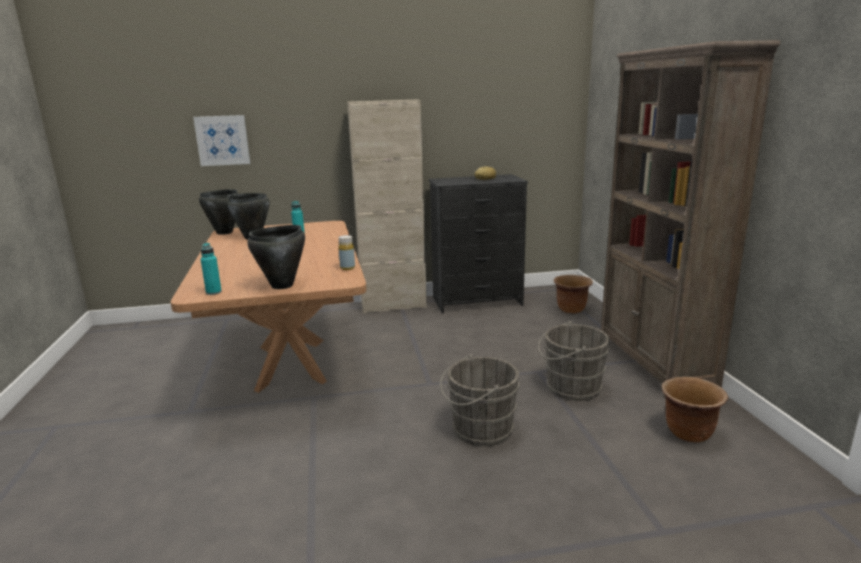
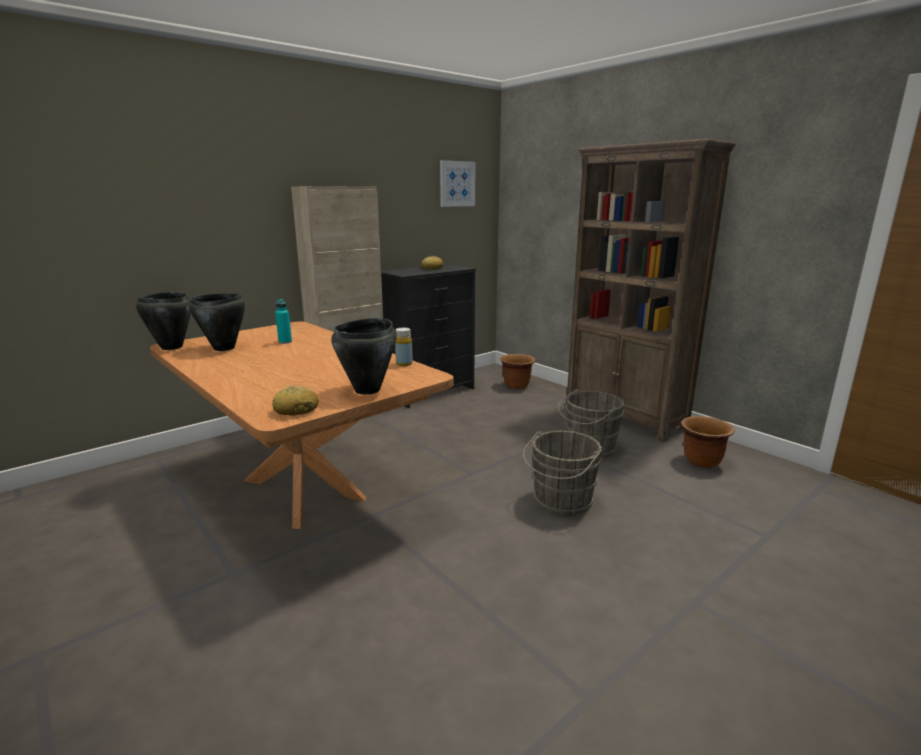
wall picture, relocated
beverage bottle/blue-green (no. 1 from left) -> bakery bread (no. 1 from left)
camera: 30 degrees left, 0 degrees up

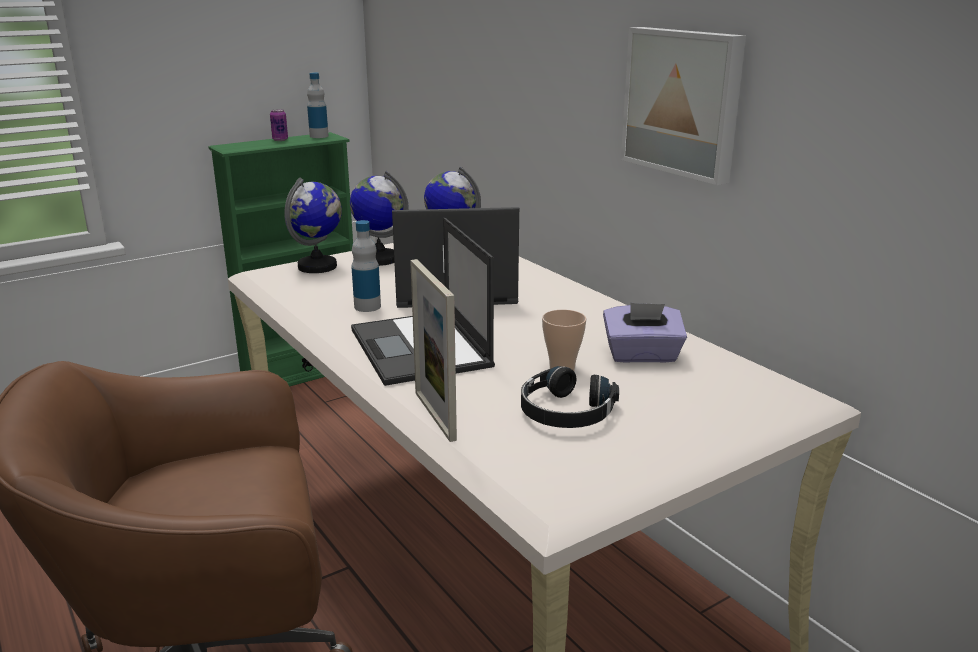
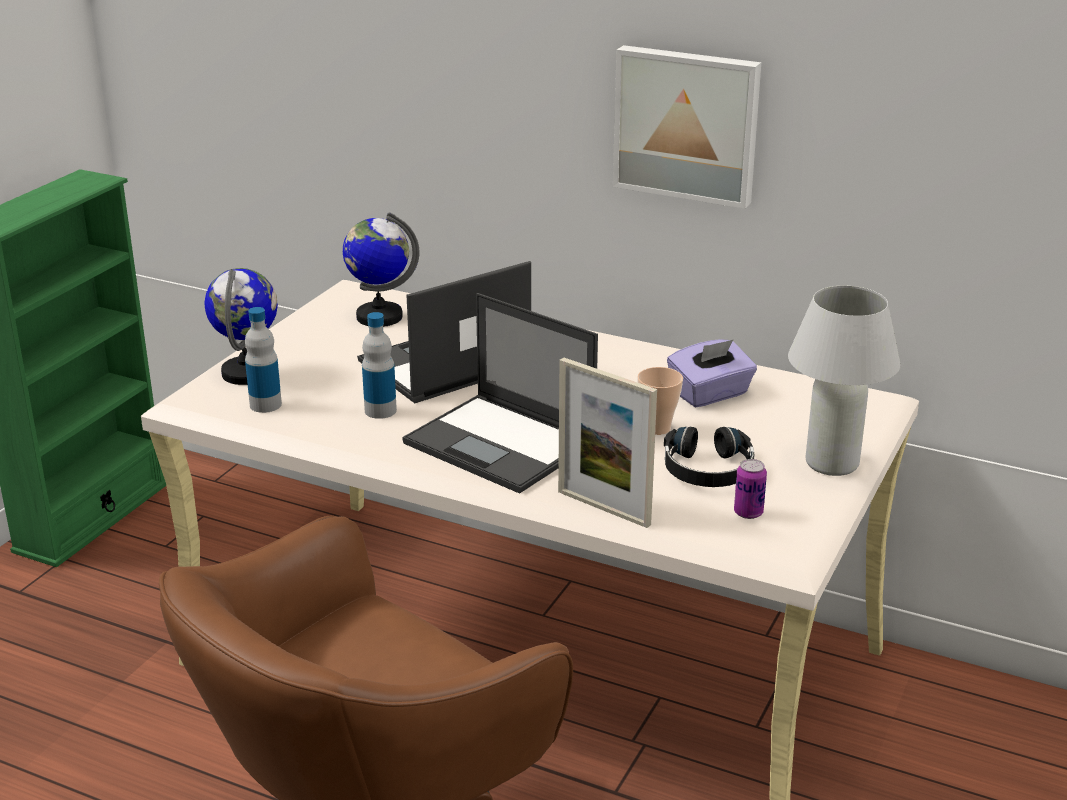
beverage bottle (no. 1 from left), relocated
can, relocated
desk globe (no. 2 from left) -> none
none -> lamp for a table/white-coloured
camera: 30 degrees left, 5 degrees up

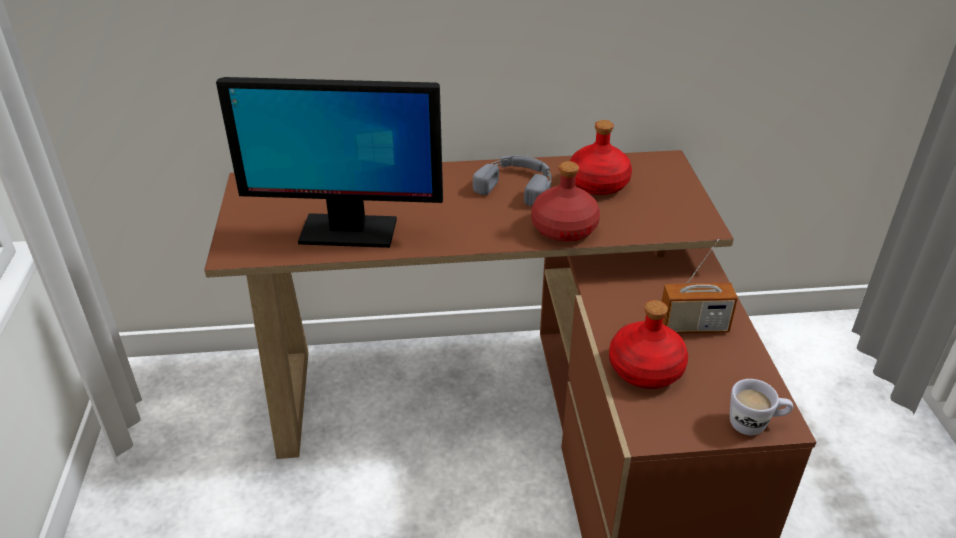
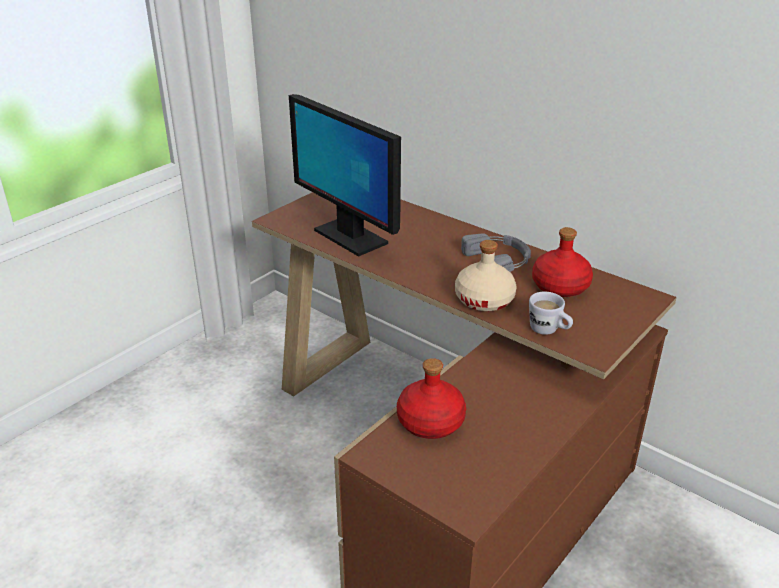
beverage bottle/reddish (no. 1 from left) -> beverage bottle/sand-coloured
radio set -> none
coffee mug/white-coloured, relocated
camera: 45 degrees right, 5 degrees down

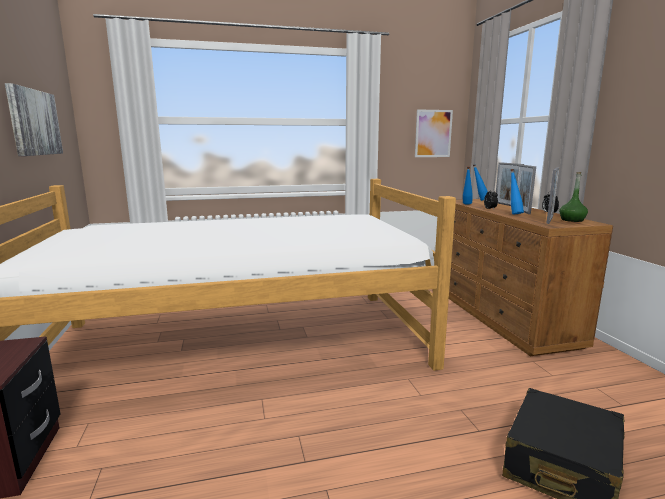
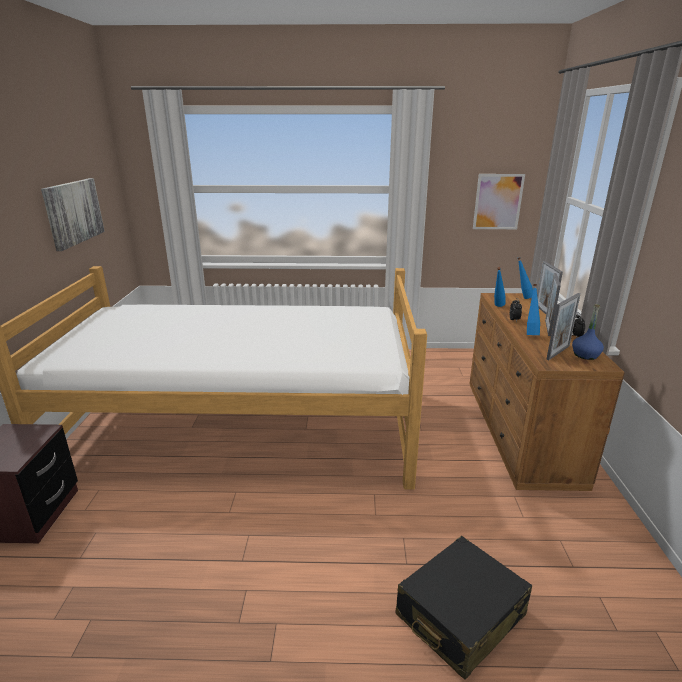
beverage bottle/greenish -> beverage bottle/bluish (no. 4 from left)
camera: 15 degrees right, 10 degrees up

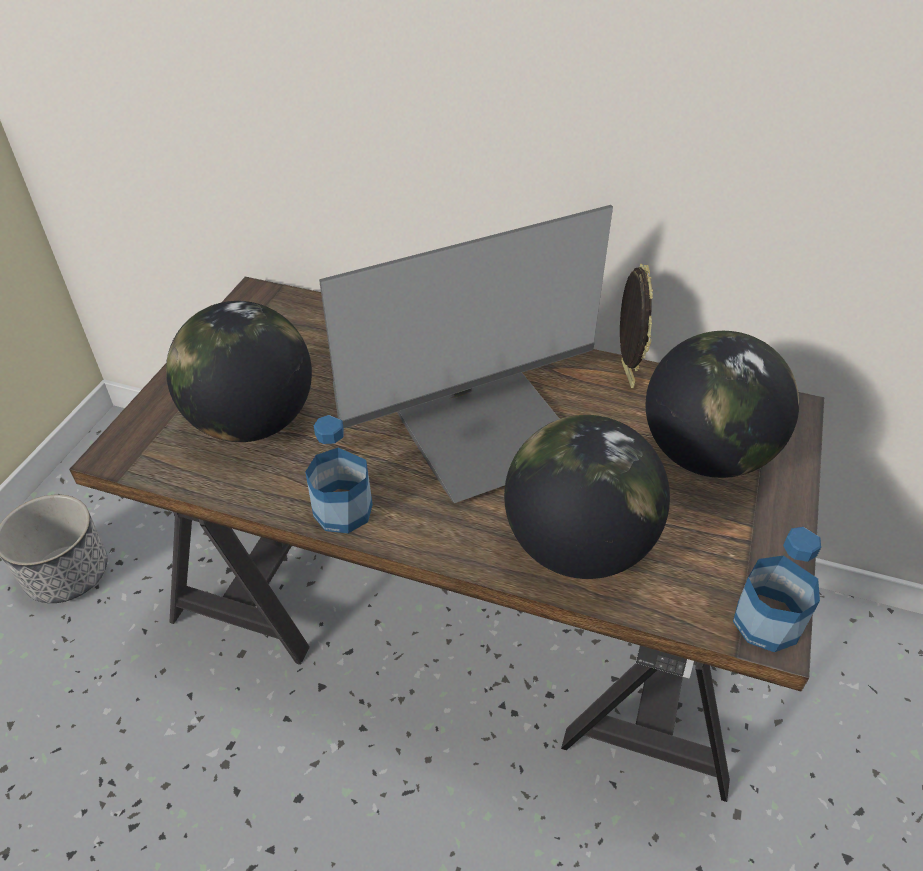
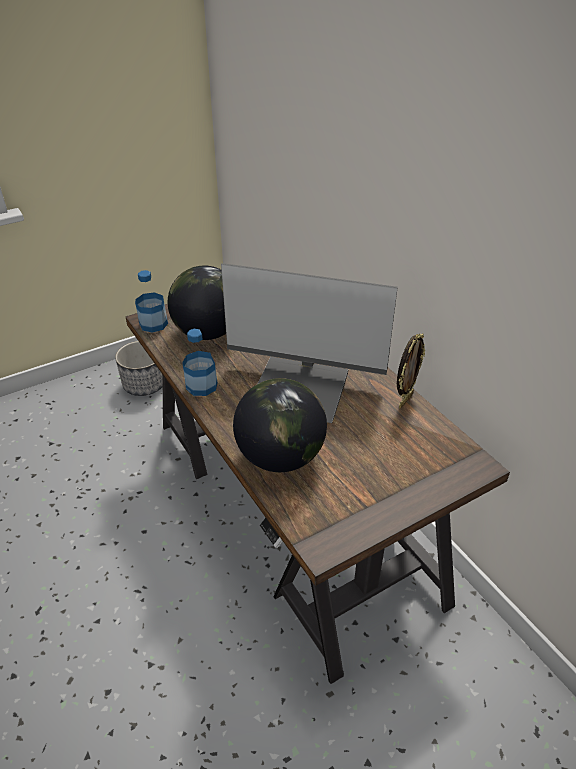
desk globe (no. 3 from left) -> none
beverage bottle (no. 2 from left in the first image) -> beverage bottle (no. 1 from left), relocated
camera: 40 degrees right, 5 degrees down

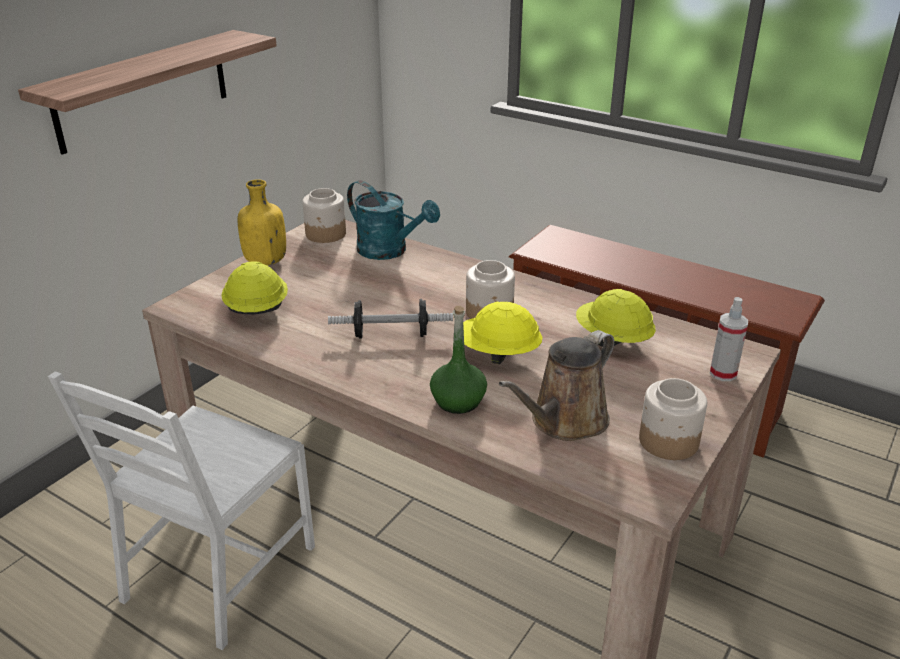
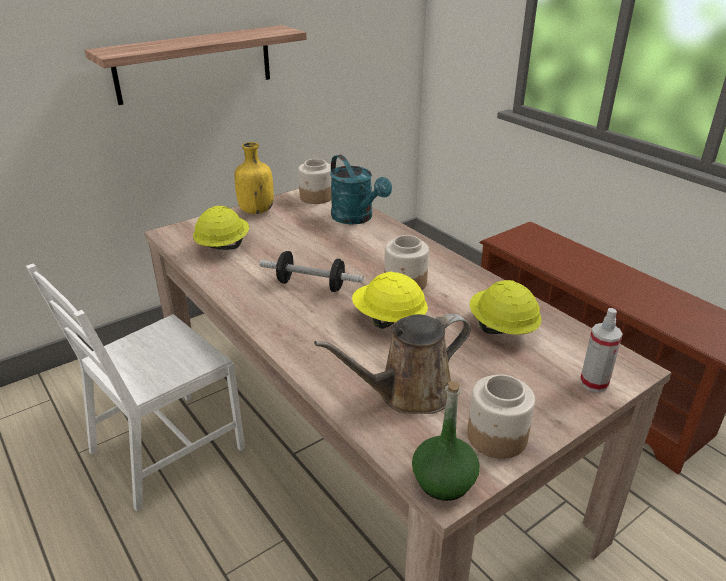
beverage bottle/greenish, relocated
camera: 20 degrees right, 0 degrees up

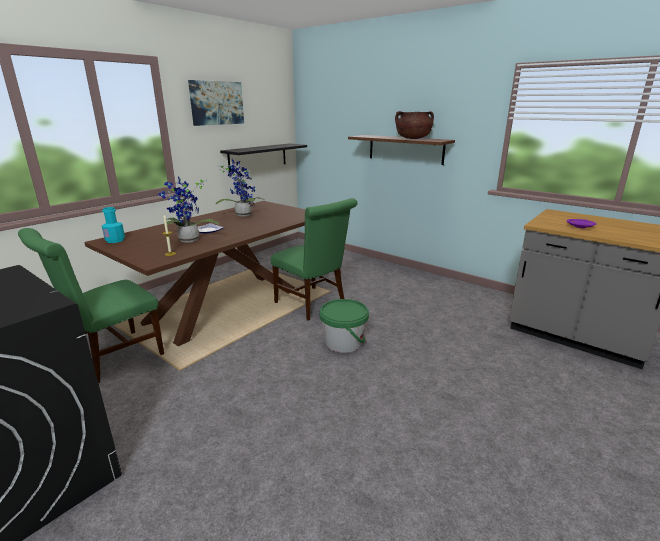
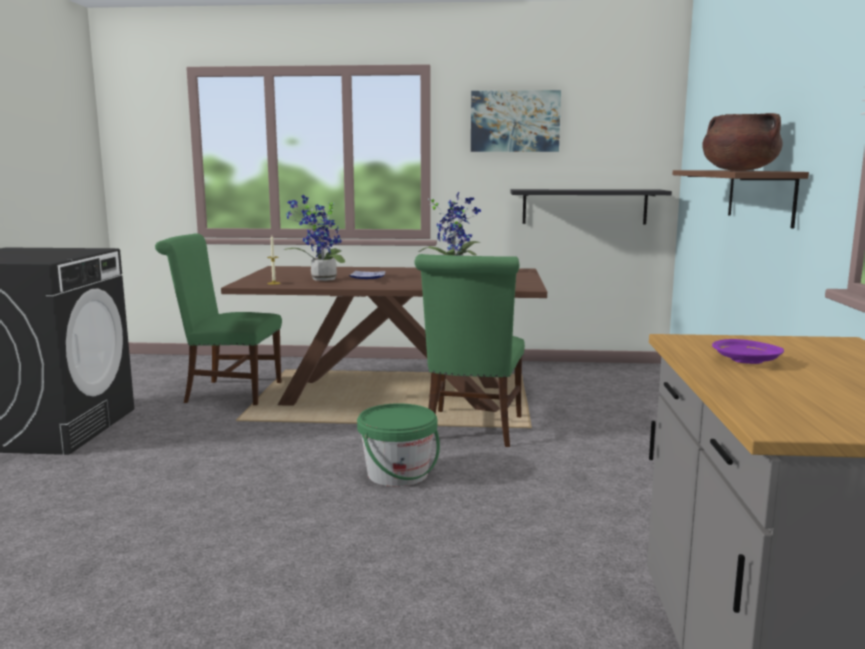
beverage bottle/blue-green -> none
camera: 55 degrees right, 10 degrees down

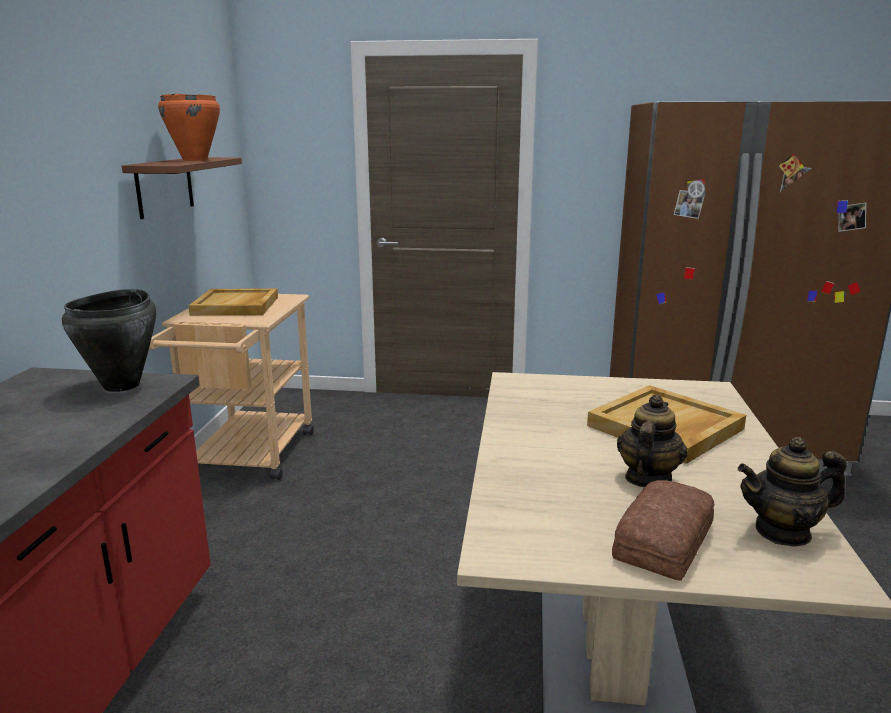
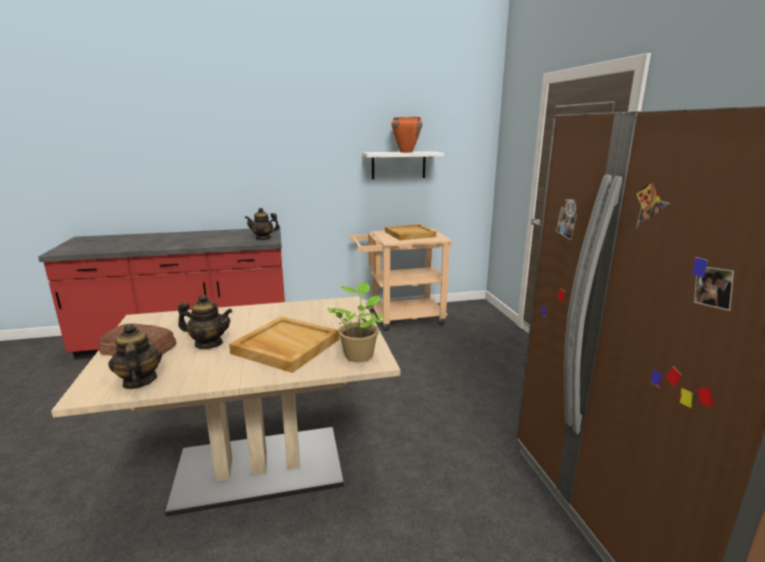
bracket shelf/brown-coloured -> bracket shelf/white-coloured
saucepot/blackish -> teapot (no. 3 from left)
none -> plant in a pot
camera: 70 degrees right, 0 degrees up

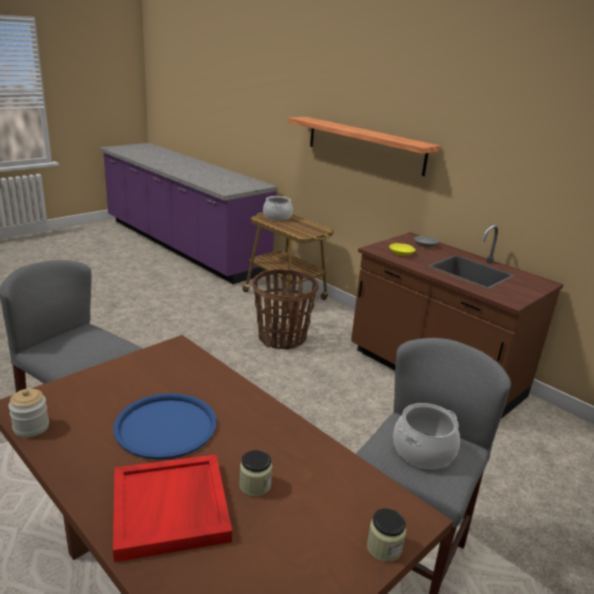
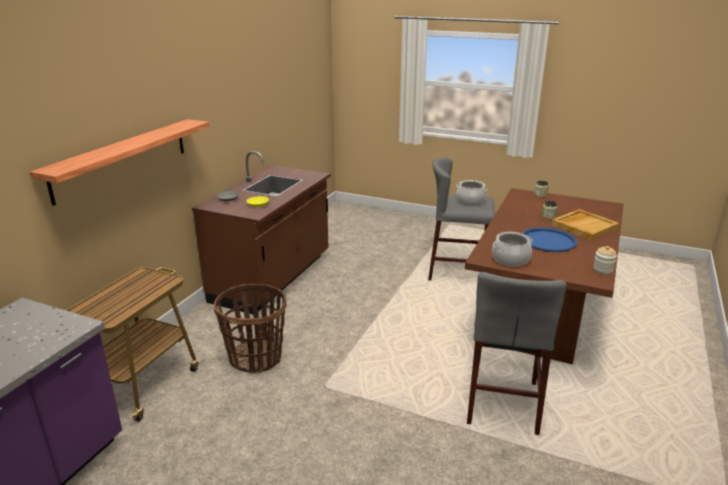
saucepot (no. 1 from left in the first image) -> saucepot (no. 2 from left), relocated
tray/reddish -> tray/sand-coloured
camera: 110 degrees left, 0 degrees up

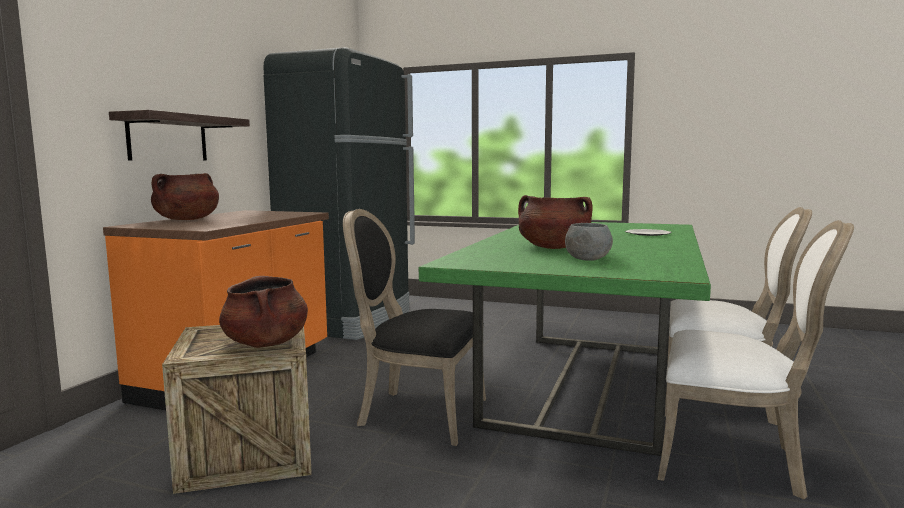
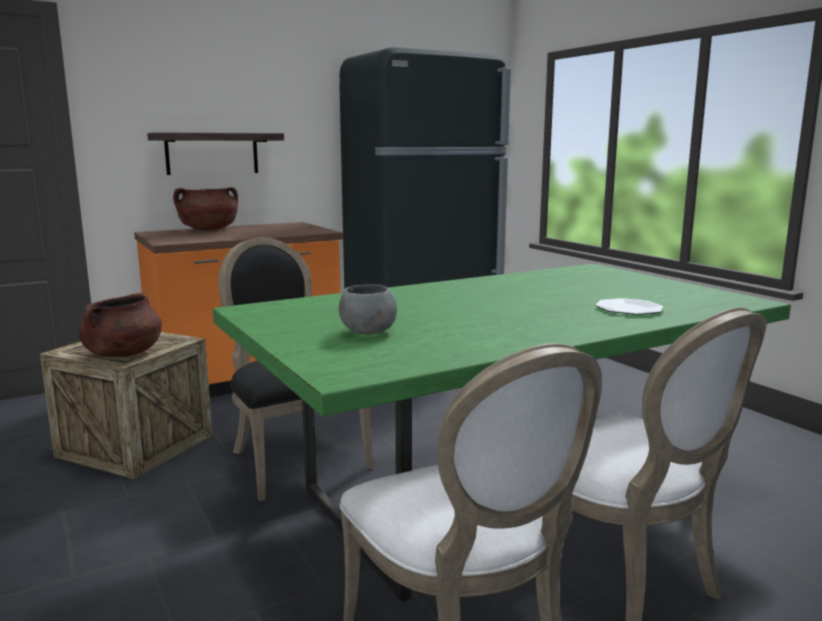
saucepot/brown-coloured (no. 3 from left) -> none
camera: 40 degrees right, 5 degrees up

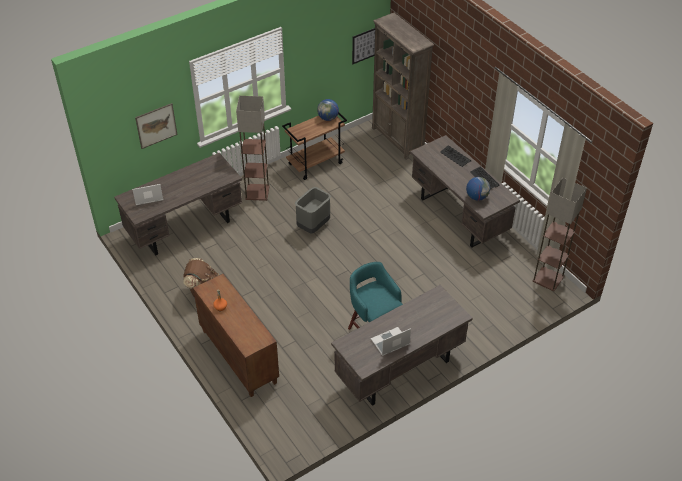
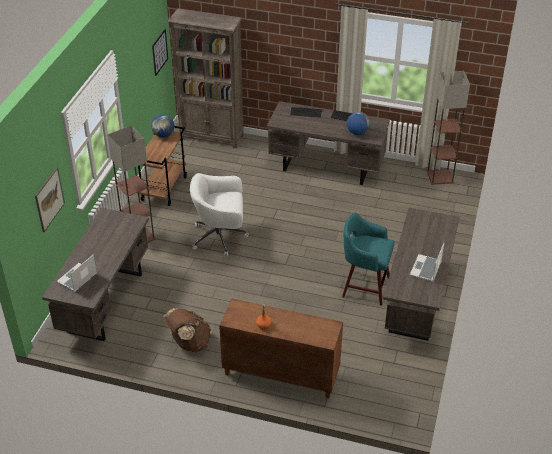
rubbish bin/gray -> computer chair/white-coloured
camera: 40 degrees left, 5 degrees down

